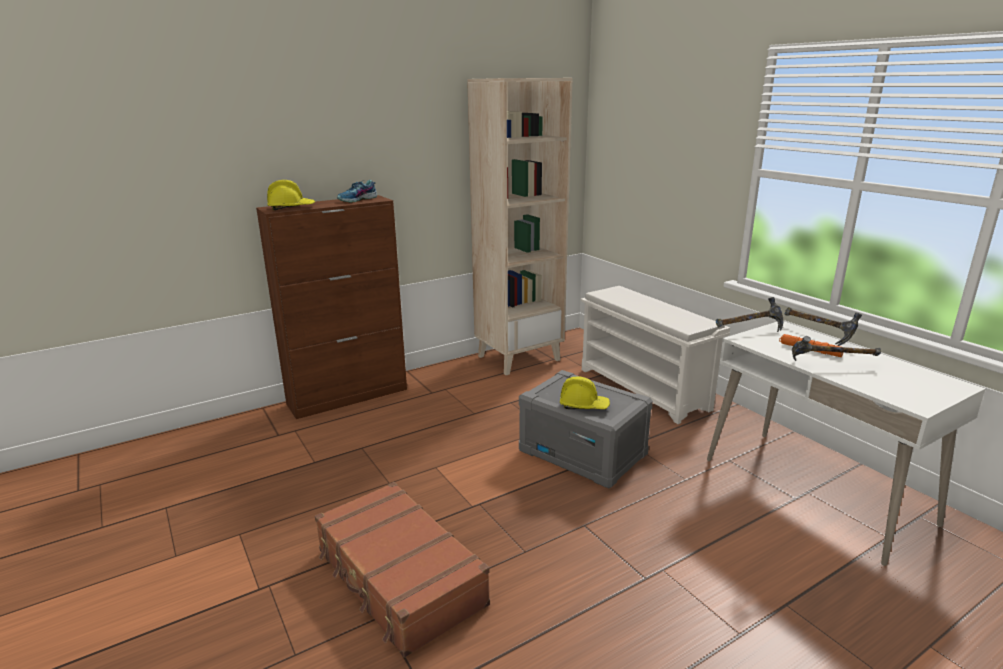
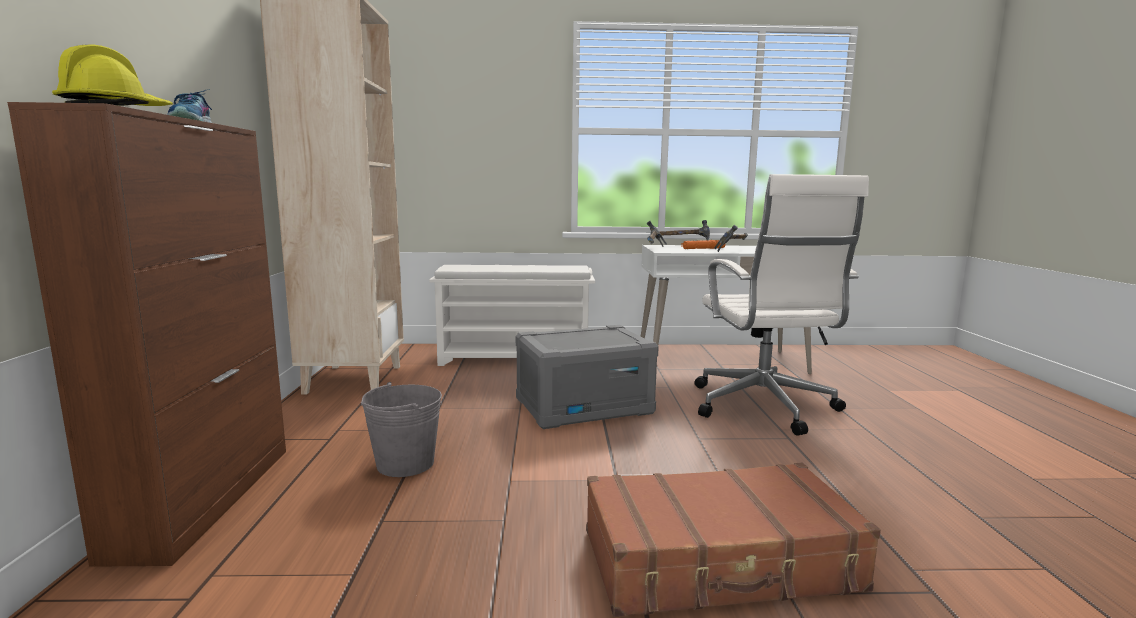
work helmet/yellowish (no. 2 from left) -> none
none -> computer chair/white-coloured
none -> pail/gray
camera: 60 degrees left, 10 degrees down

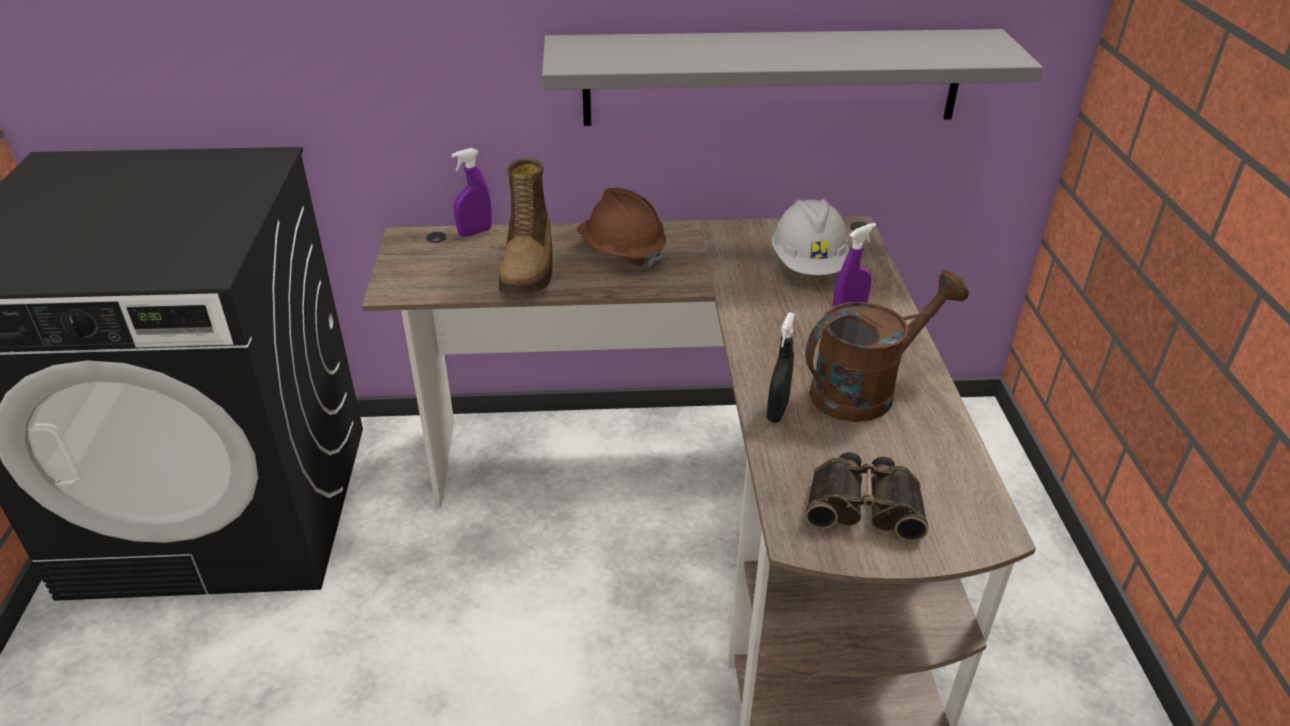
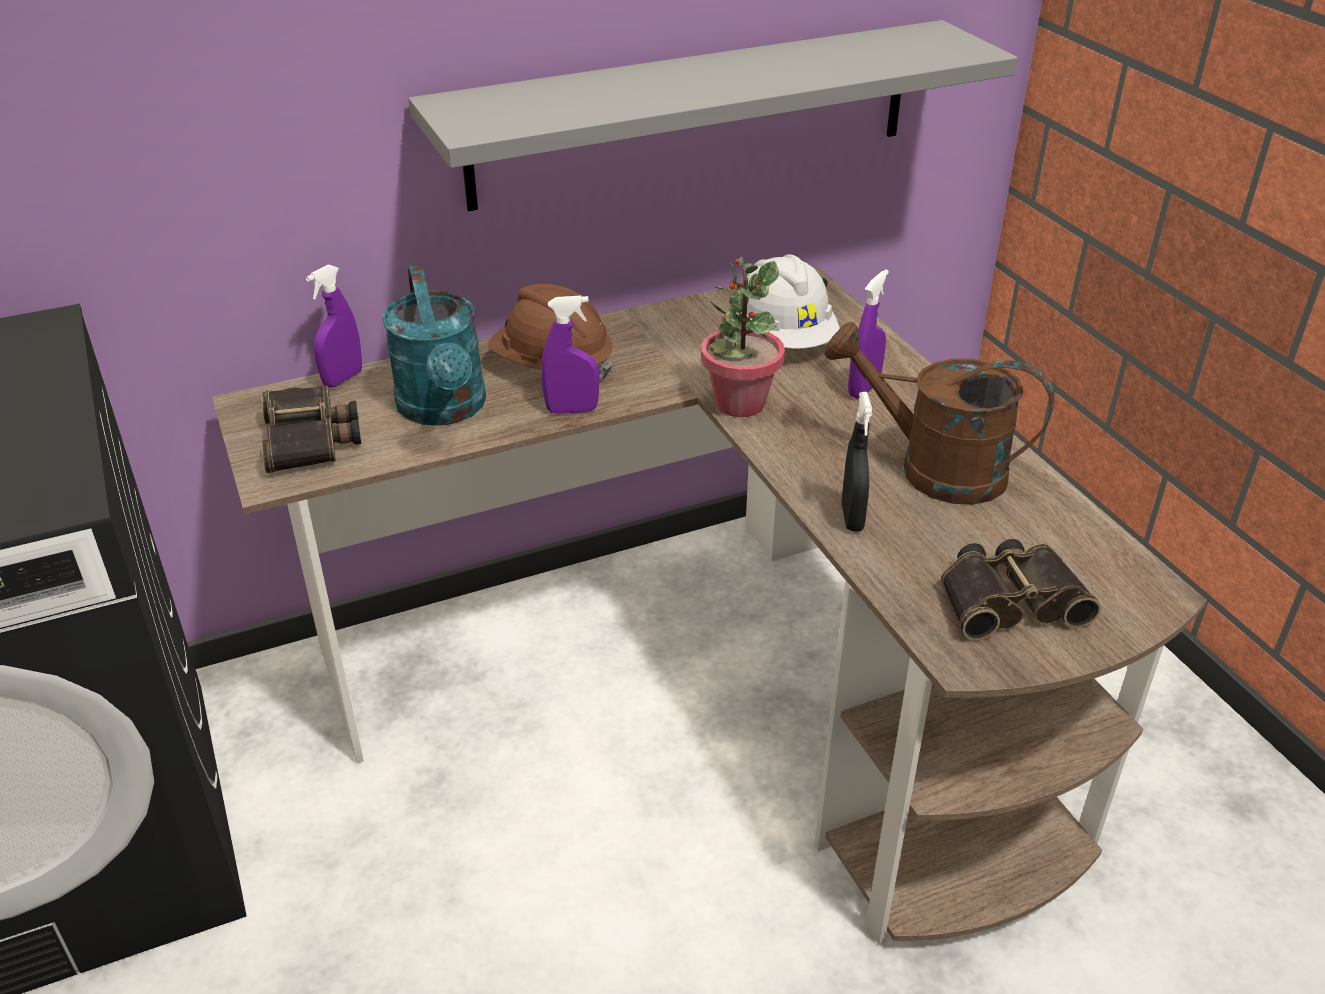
high-top boot -> watering can/blue-green
watering can/brown-coloured, 105 degrees counterclockwise
none -> plant in a pot
none -> sprayer/purple (no. 2 from left)
none -> pair of binoculars (no. 1 from left)
camera: 20 degrees left, 0 degrees up

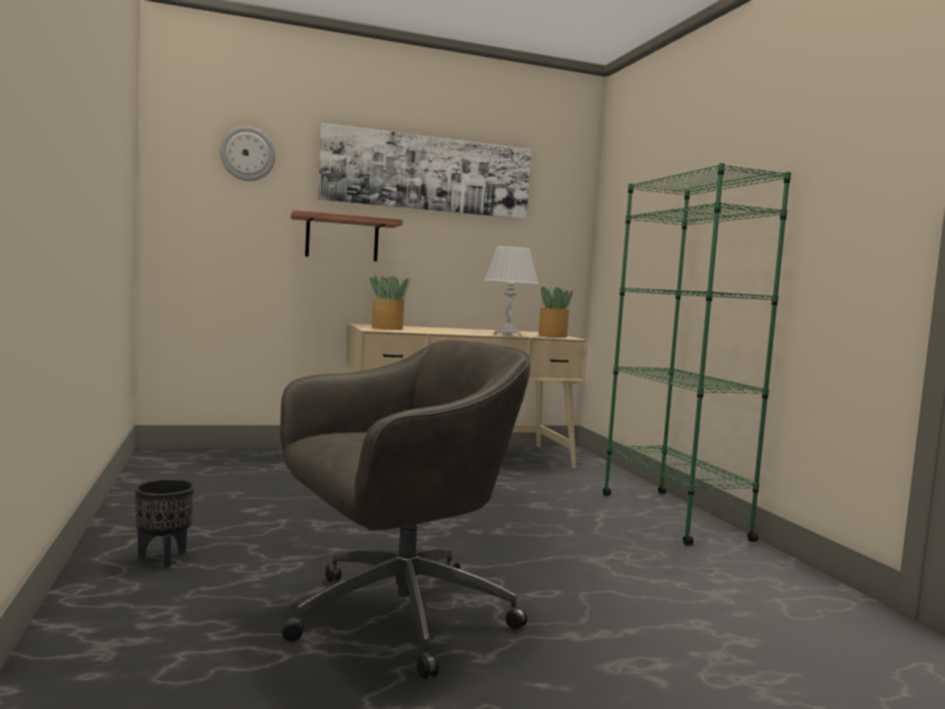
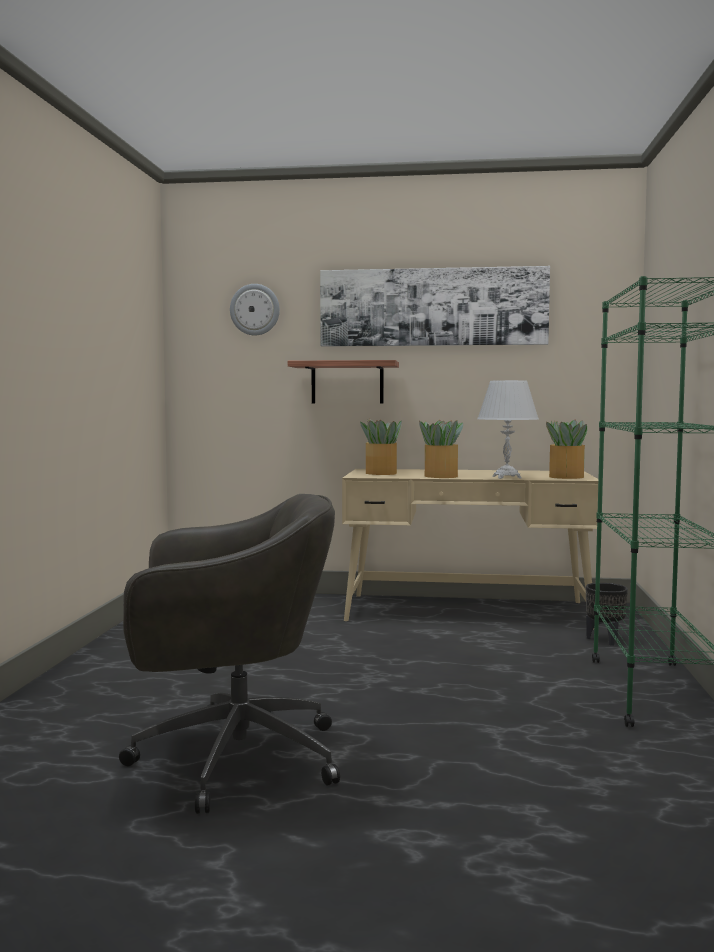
planter/blackish, relocated
none -> plant in a pot (no. 2 from left)
camera: 25 degrees right, 0 degrees up

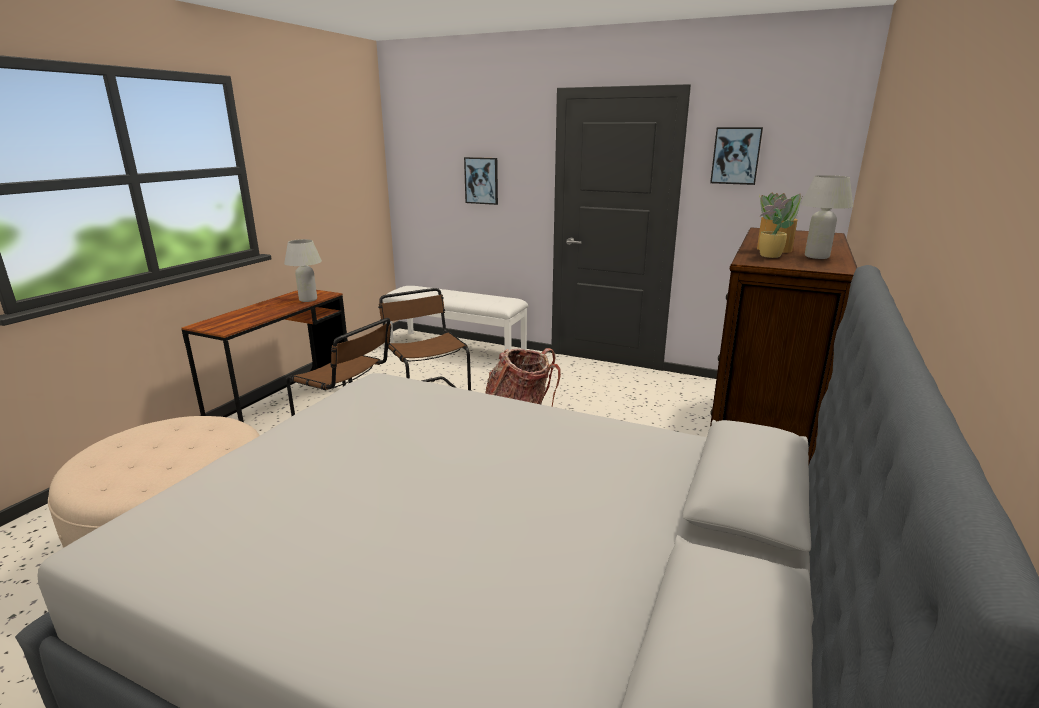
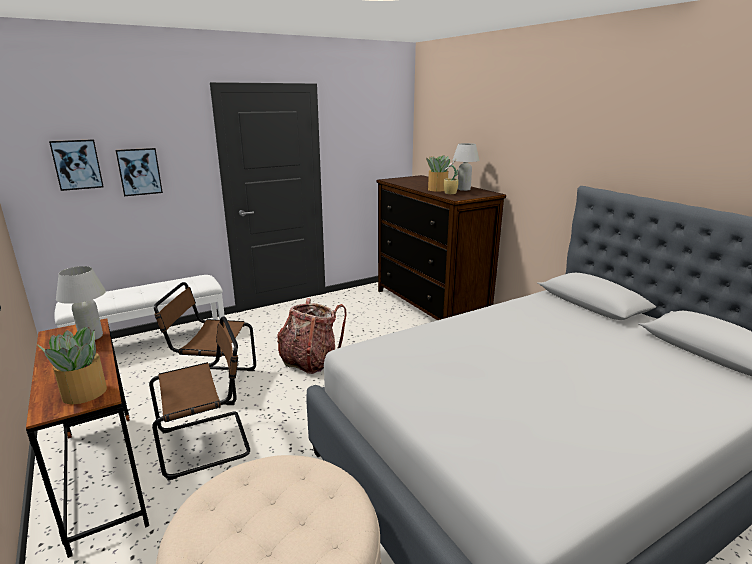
wall picture (no. 2 from left in the first image) -> wall picture (no. 1 from left), relocated
none -> plant in a pot (no. 1 from left)
camera: 55 degrees left, 0 degrees up

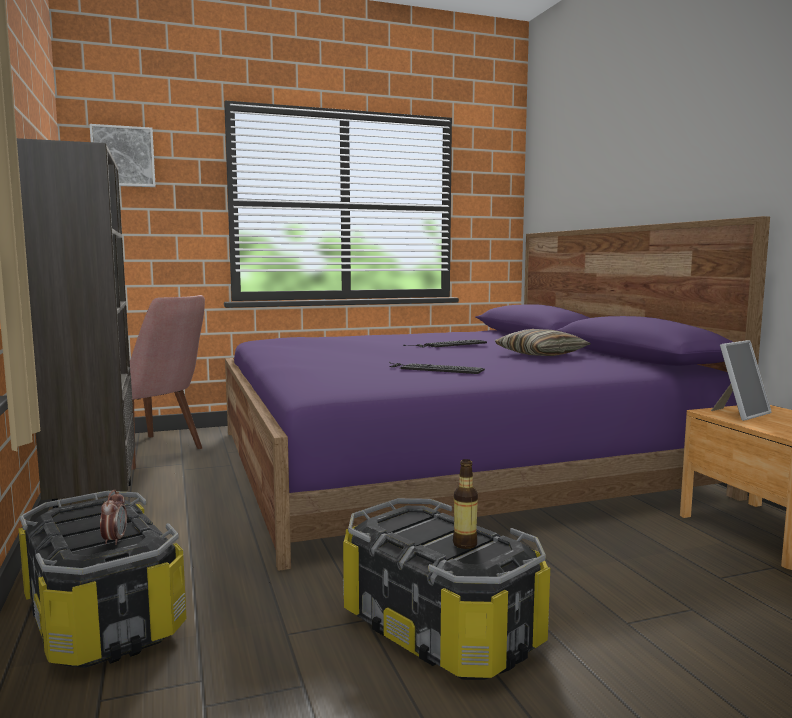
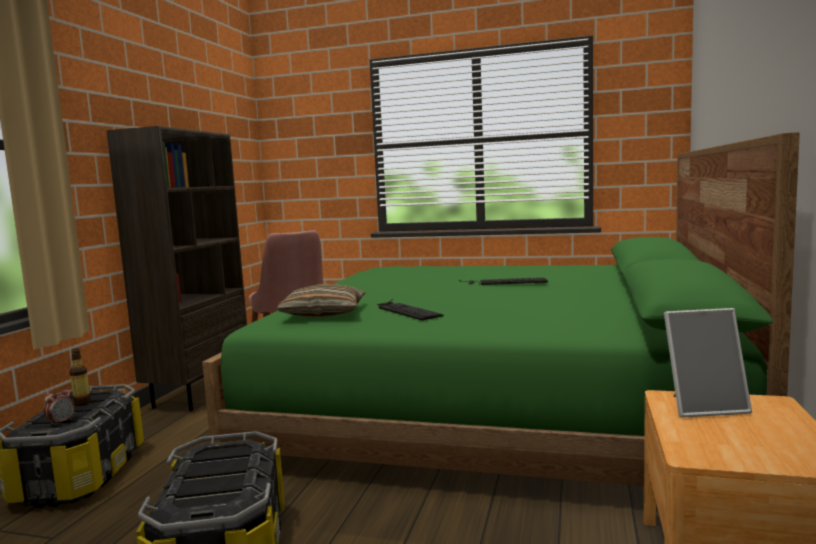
wall picture -> none
sleeping bed/purple -> sleeping bed/greenish
cushion, relocated
beverage bottle, relocated
camera: 35 degrees right, 0 degrees up

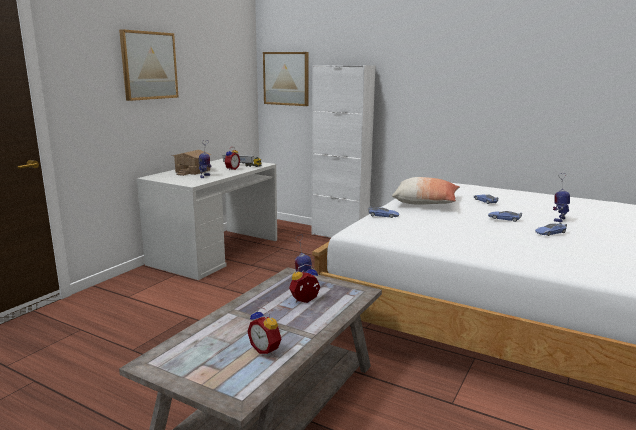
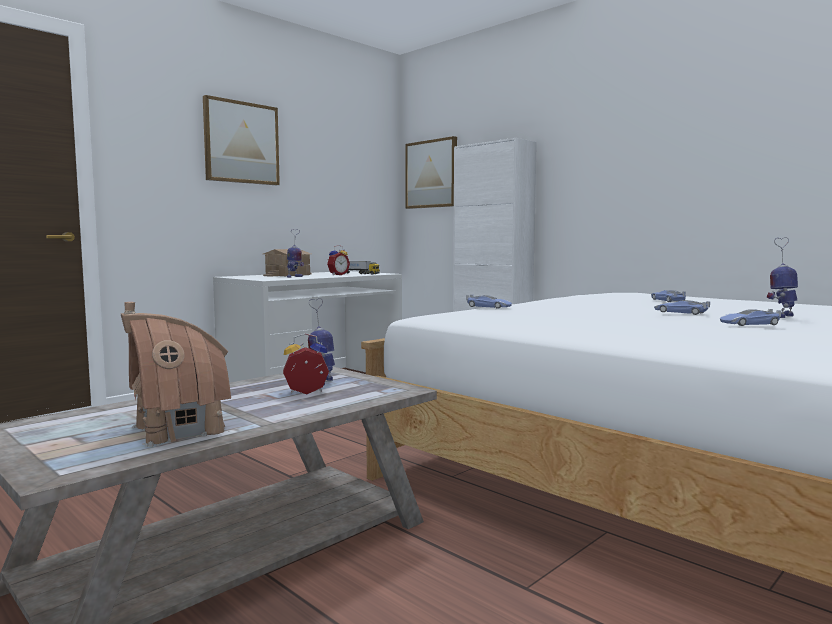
cushion -> none
alarm clock (no. 2 from left) -> miniature house (no. 1 from left)
camera: 15 degrees right, 10 degrees down

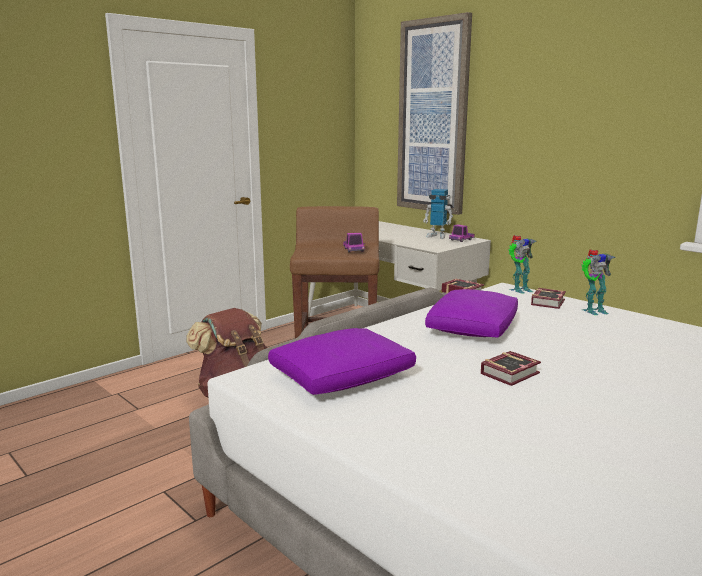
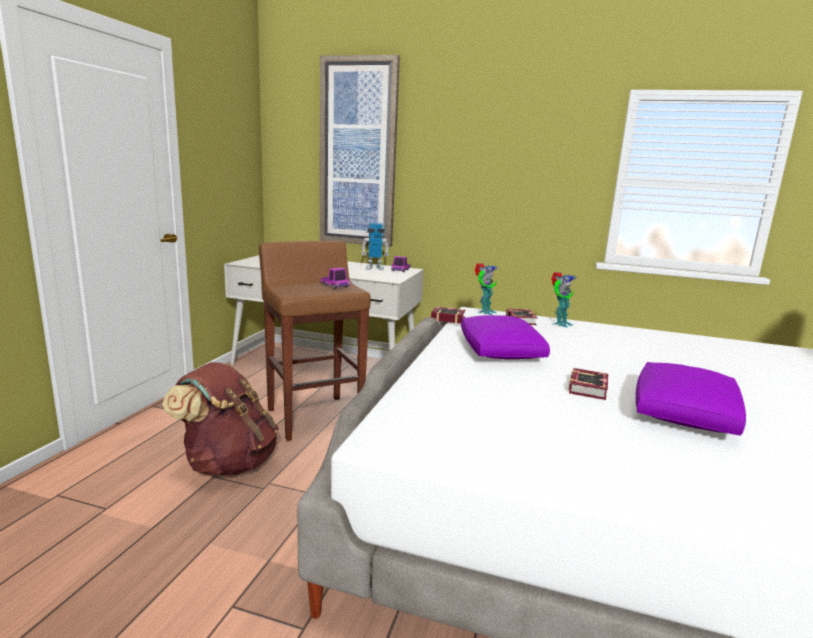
cushion/purple (no. 1 from left in the first image) -> cushion/purple (no. 2 from left), relocated
camera: 30 degrees left, 0 degrees up

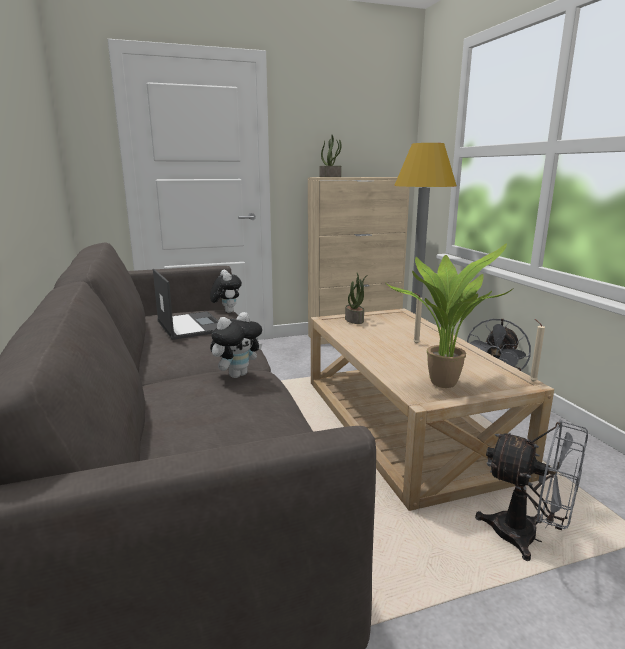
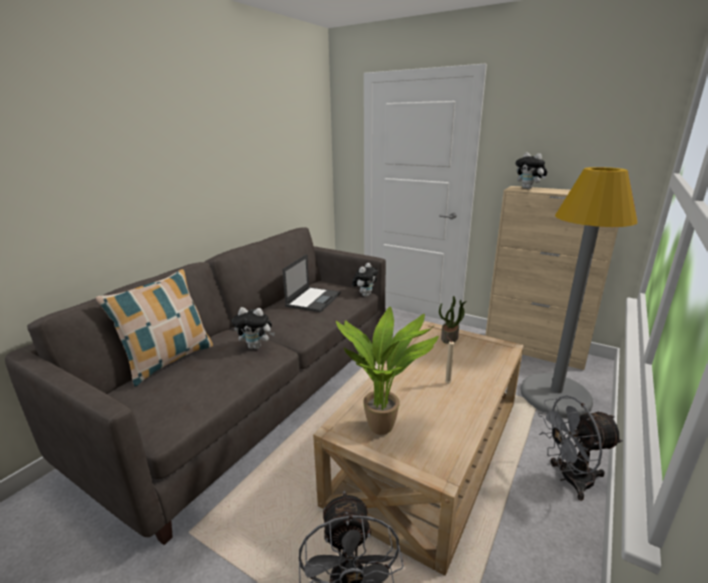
plant in a pot (no. 1 from left) -> plush toy (no. 3 from left)
candle/sand-coloured (no. 2 from left) -> none
none -> cushion
camera: 50 degrees right, 5 degrees up

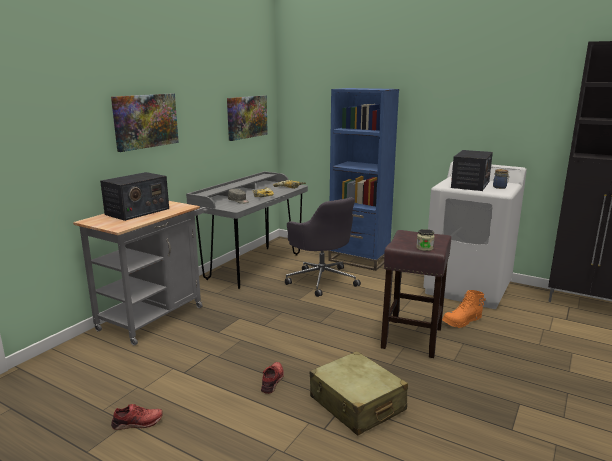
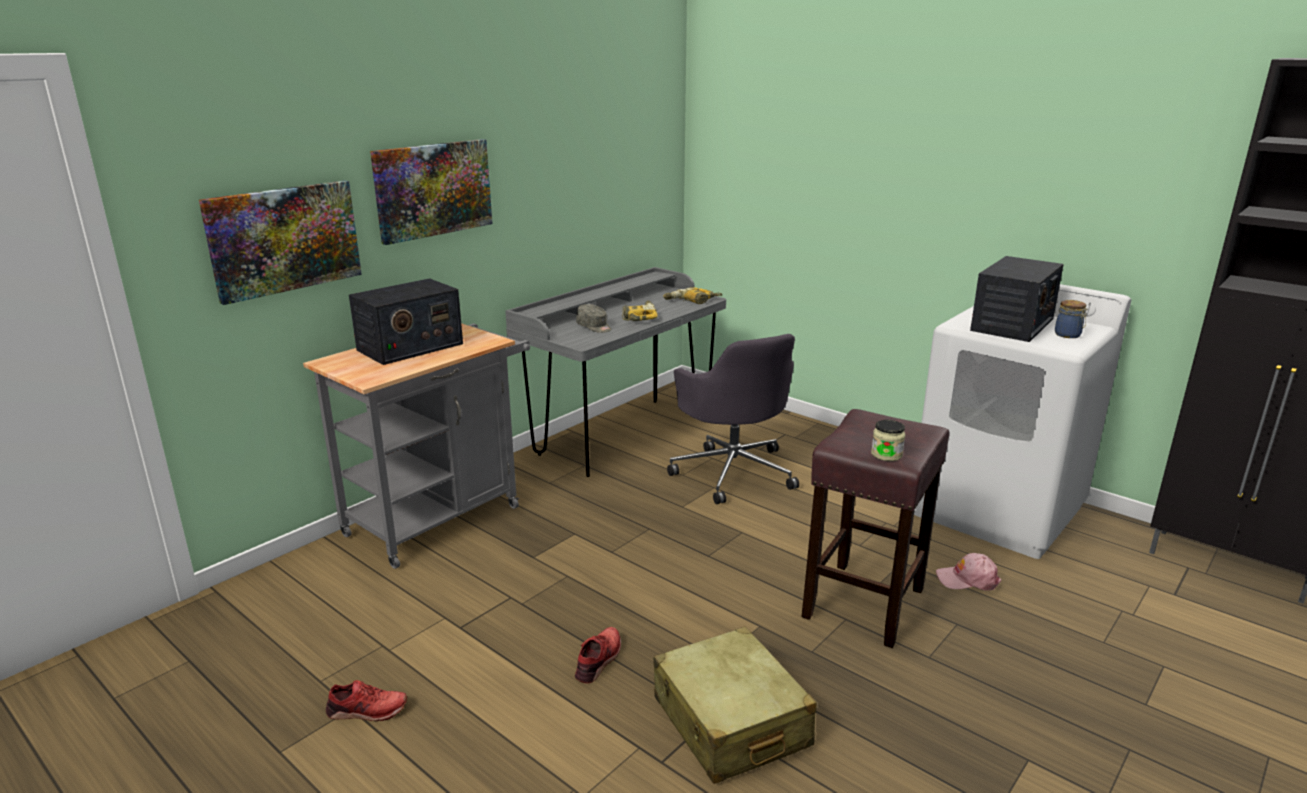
shelving unit/bluish -> none
wall picture (no. 2 from left in the first image) -> wall picture (no. 1 from left), relocated
high-top boot/orange-coloured -> peaked cap/pink-coloured
camera: 10 degrees right, 5 degrees up

